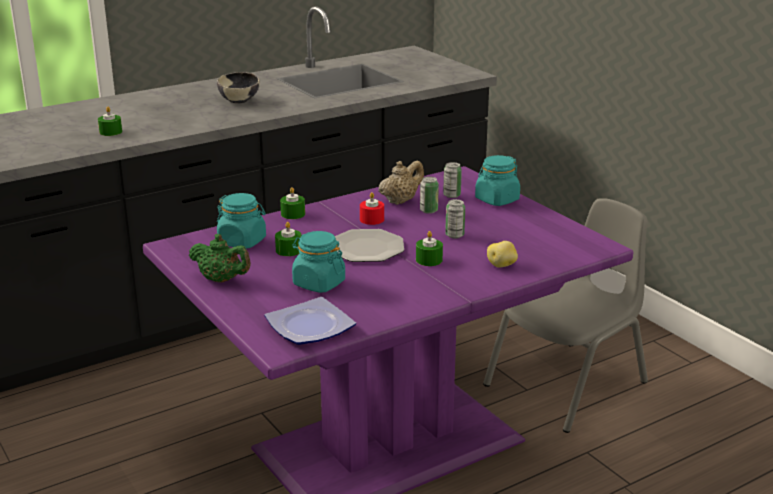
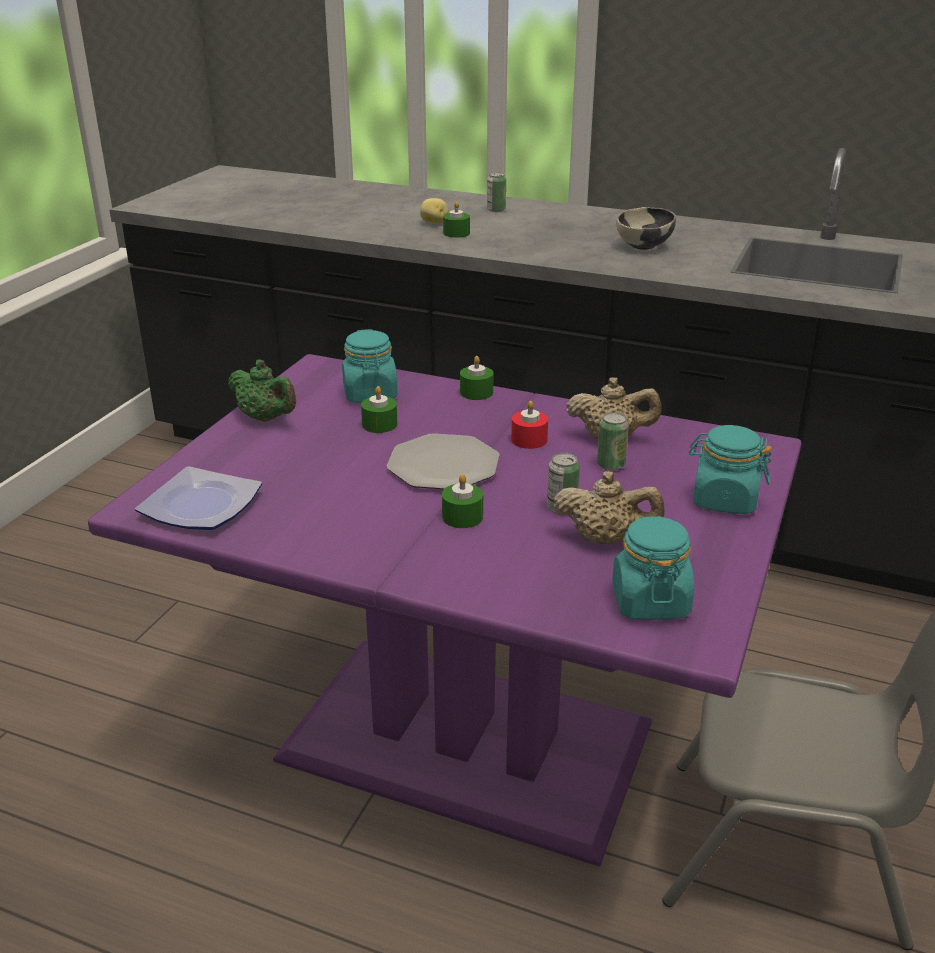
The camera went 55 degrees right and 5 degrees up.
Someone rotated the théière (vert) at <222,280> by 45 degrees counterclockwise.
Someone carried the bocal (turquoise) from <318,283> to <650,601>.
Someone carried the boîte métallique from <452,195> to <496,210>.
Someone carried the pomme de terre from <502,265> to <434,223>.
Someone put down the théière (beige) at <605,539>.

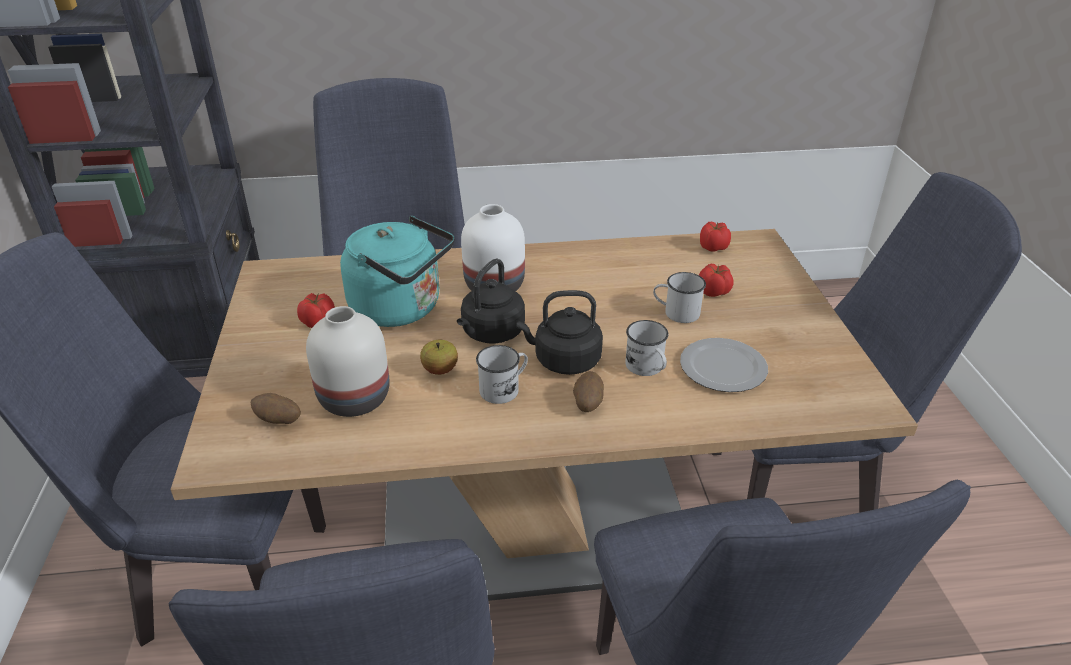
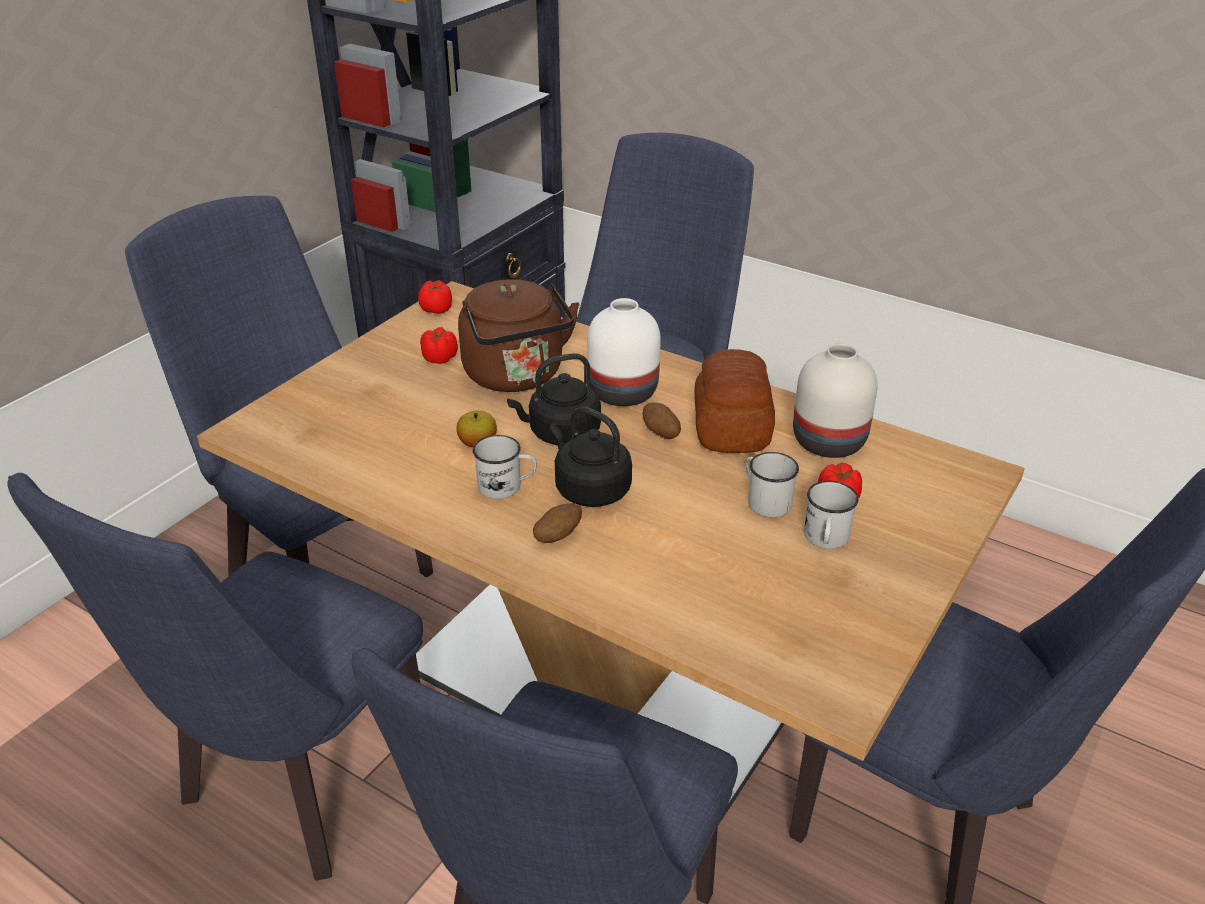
The camera went 40 degrees right and 0 degrees up.
Someone carried the pomme de terre from <278,421> to <660,433>.
Someone carried the vase (blanc) from <356,397> to <830,441>.
Someone repainted the bouilloire (turquoise) at <401,309>, which became the bouilloire (marron) at <517,376>.
Someone carried the mug (blanc) from <647,368> to <825,539>.
Someone took away the assiette at <723,369>.
Someone carried the tomate from <713,247> to <437,309>.
Someone put down the pain at <732,427>.

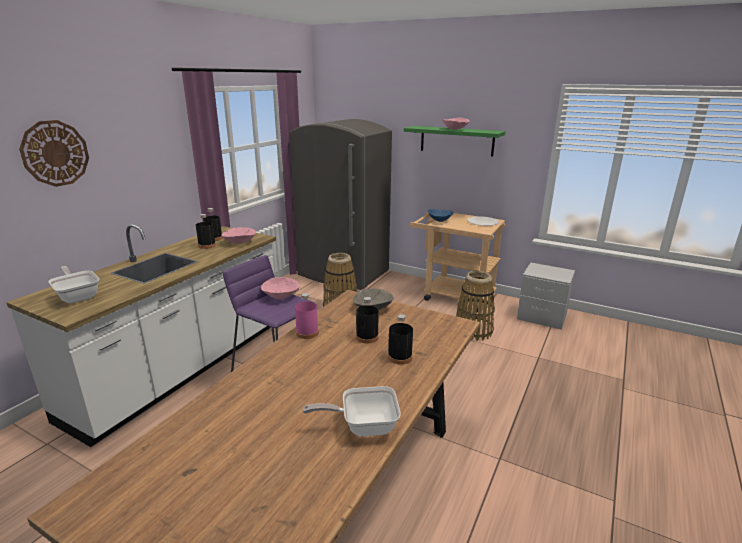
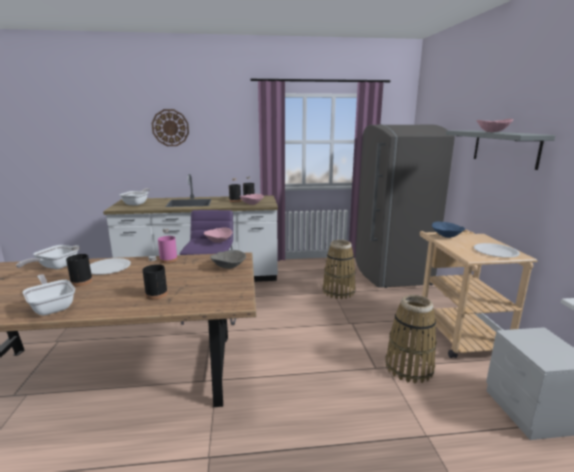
The camera went 55 degrees right and 5 degrees down.
Someone carried the bouteille (noir) from <367,337> to <81,282>.
Someone repainted the étagère (vert) at <456,141>, which became the étagère (gris) at <505,148>.
Someone put down the poêle at <55,267>.
Someone put down the assiette (blanc) at <108,268>.

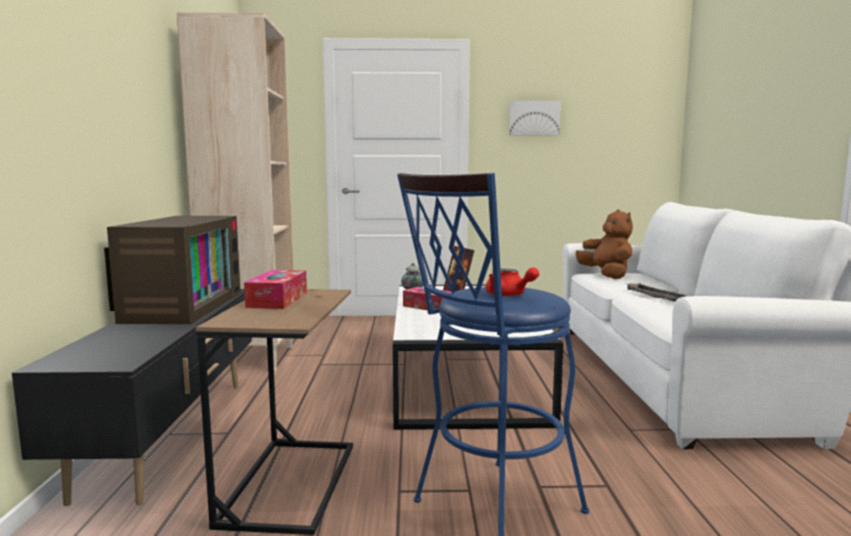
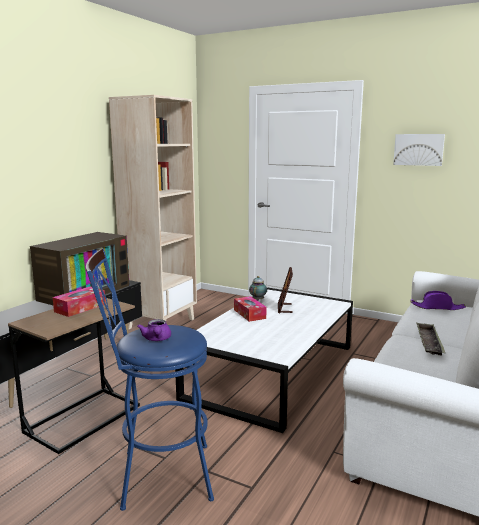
The camera went 30 degrees right and 5 degrees up.
Someone repainted the théière (rouge) at <509,295>, which became the théière (violet) at <157,339>.
Someone swapped the peluche (marron) at <606,275> for the chapeau (violet) at <437,307>.

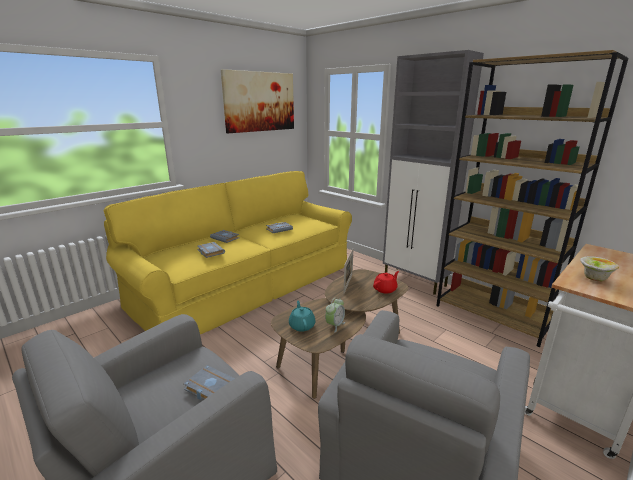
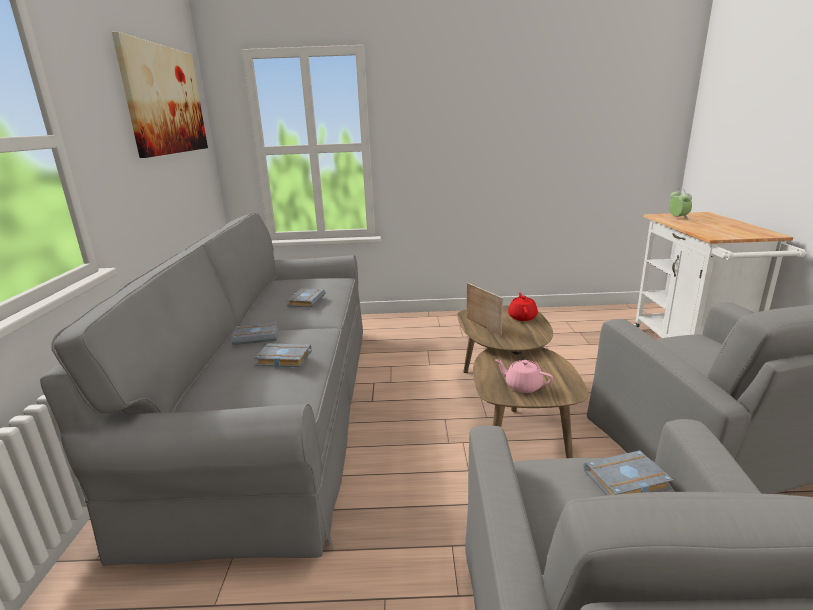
The camera went 45 degrees left and 0 degrees up.
Someone repainted the canapé (jaune) at <247,285>, which became the canapé (gris) at <278,409>.
Someone repainted the théière (turquoise) at <302,325>, which became the théière (rose) at <522,386>.
Someone carried the réveil from <335,325> to <678,218>.
Someone took away the meuble de rangement (gris) at <415,281>.
Someone took away the bibliothèque (marron) at <494,314>.
Someone took away the bol at <593,278>.

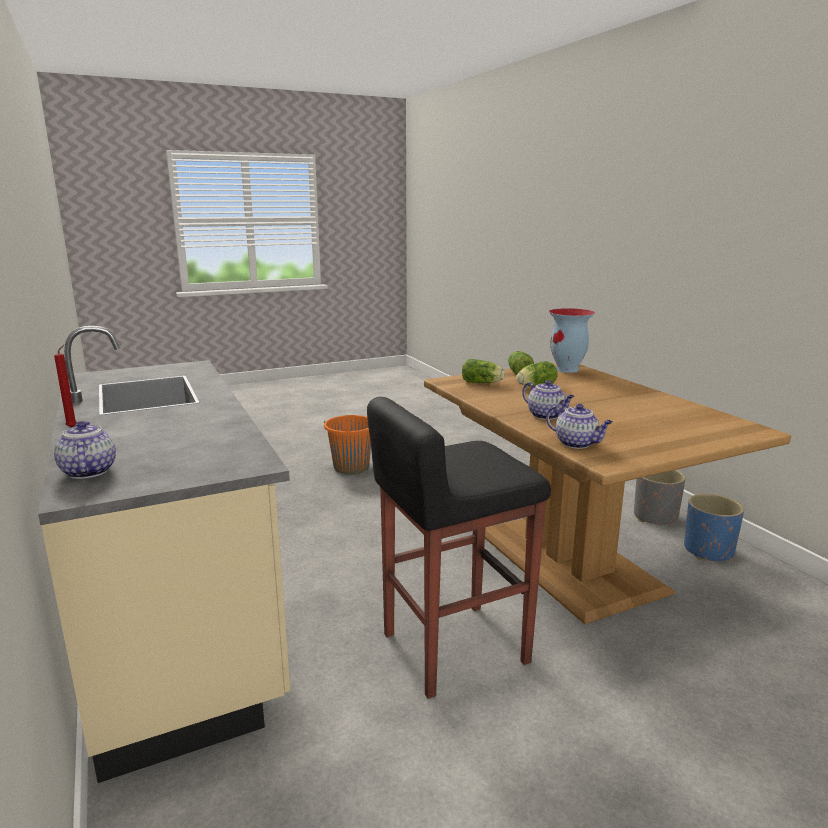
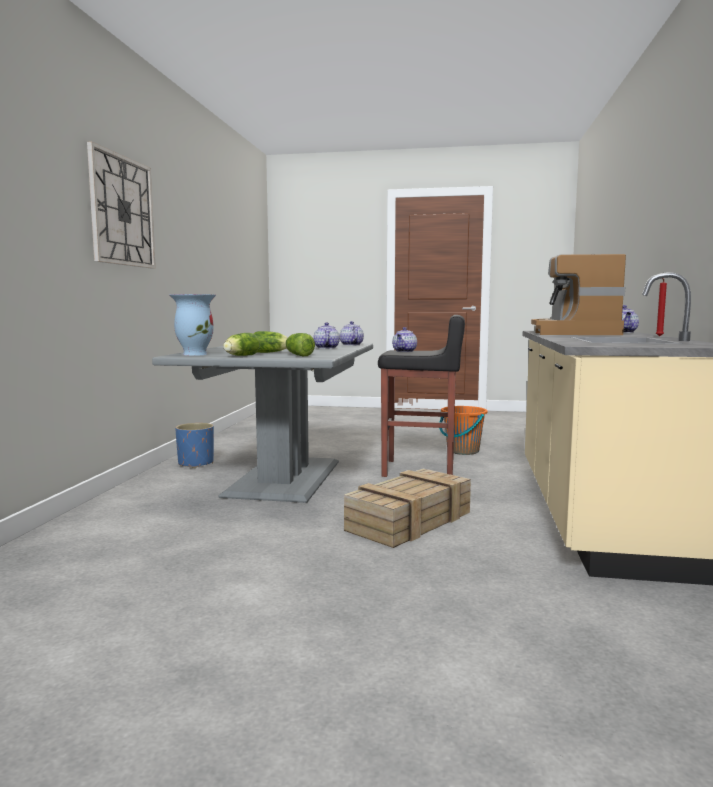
The camera went 145 degrees left and 10 degrees down.
Someone carried the seau (orange) from <351,467> to <462,451>.
Someone repainted the table à manger (marron) at <569,559>, which became the table à manger (gris) at <282,478>.
Someone took away the cache-pot (gris) at <655,517>.
Someone put up the horloge murale at <122,211>.
Someone put down the caisse at <410,520>.
Someone put down the théière at <404,351>.
Someone put down the machine à café at <572,333>.

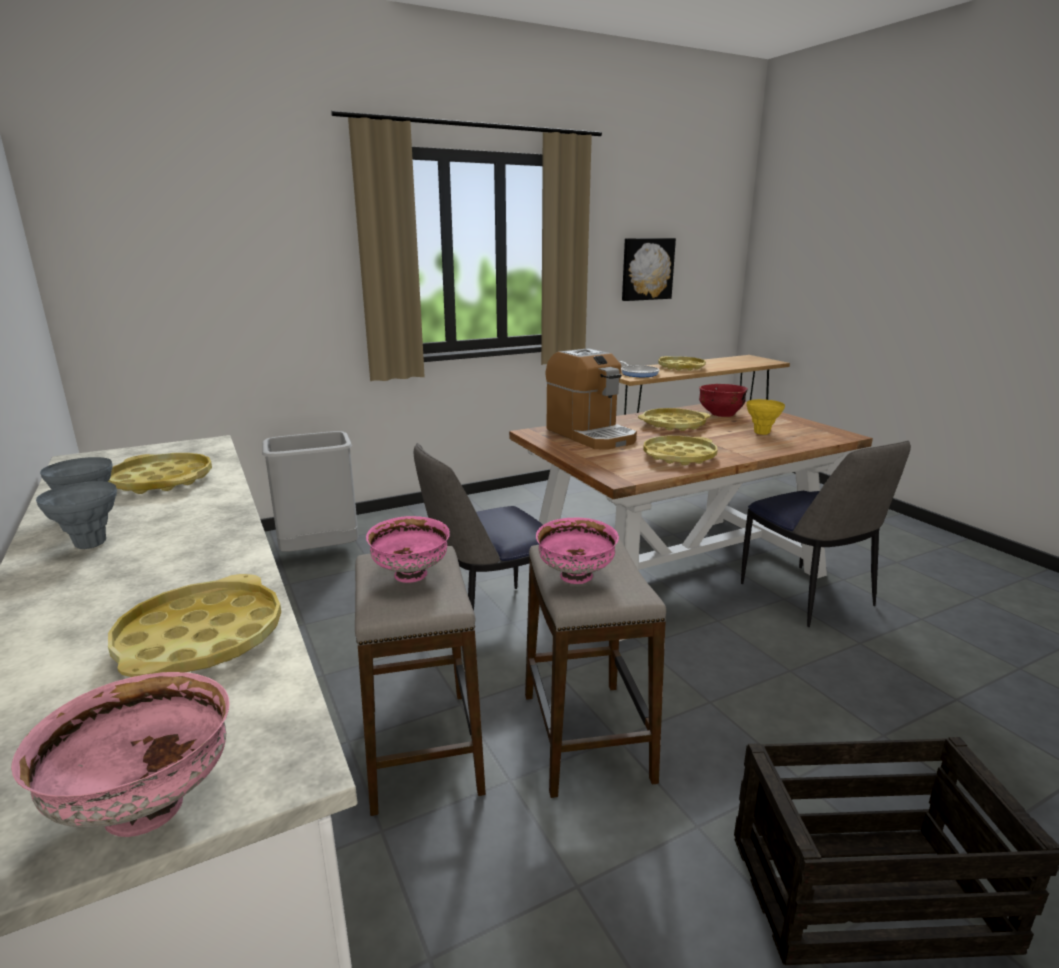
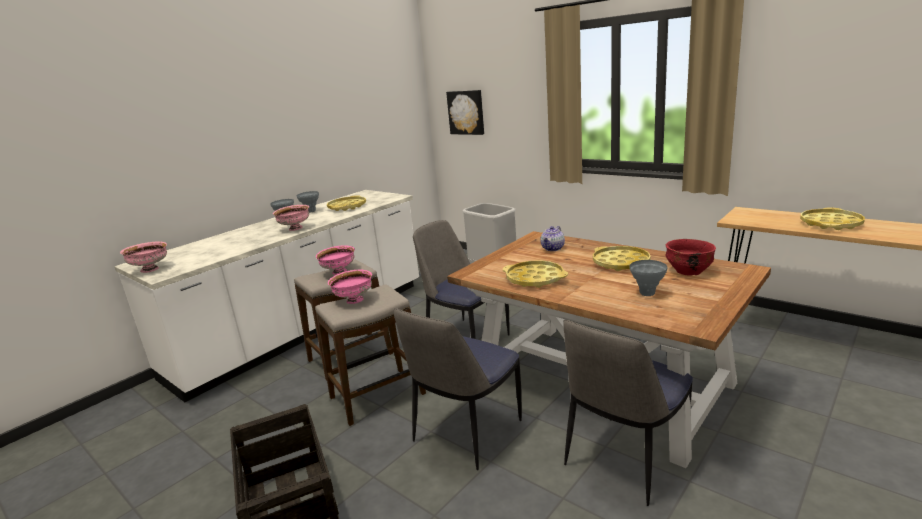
The camera went 70 degrees right and 0 degrees up.
Someone took away the plateau (jaune) at <201,638>.
Someone swapped the machine à café at <590,435> for the théière at <553,248>.
Someone took away the poêle at <638,373>.
Someone carried the tableau from <646,269> to <466,112>.
Someone repainted the vase (jaune) at <761,433>, which became the vase (gris) at <647,293>.
Someone put down the bol (rose) at <295,229>.
Someone put down the chaise at <466,433>.

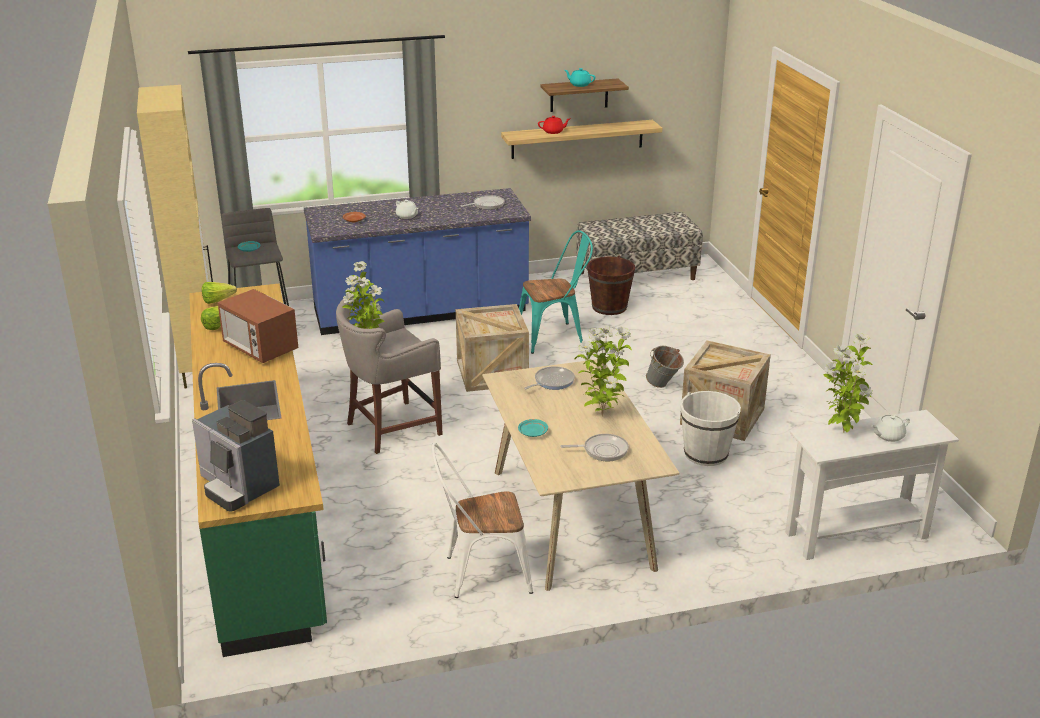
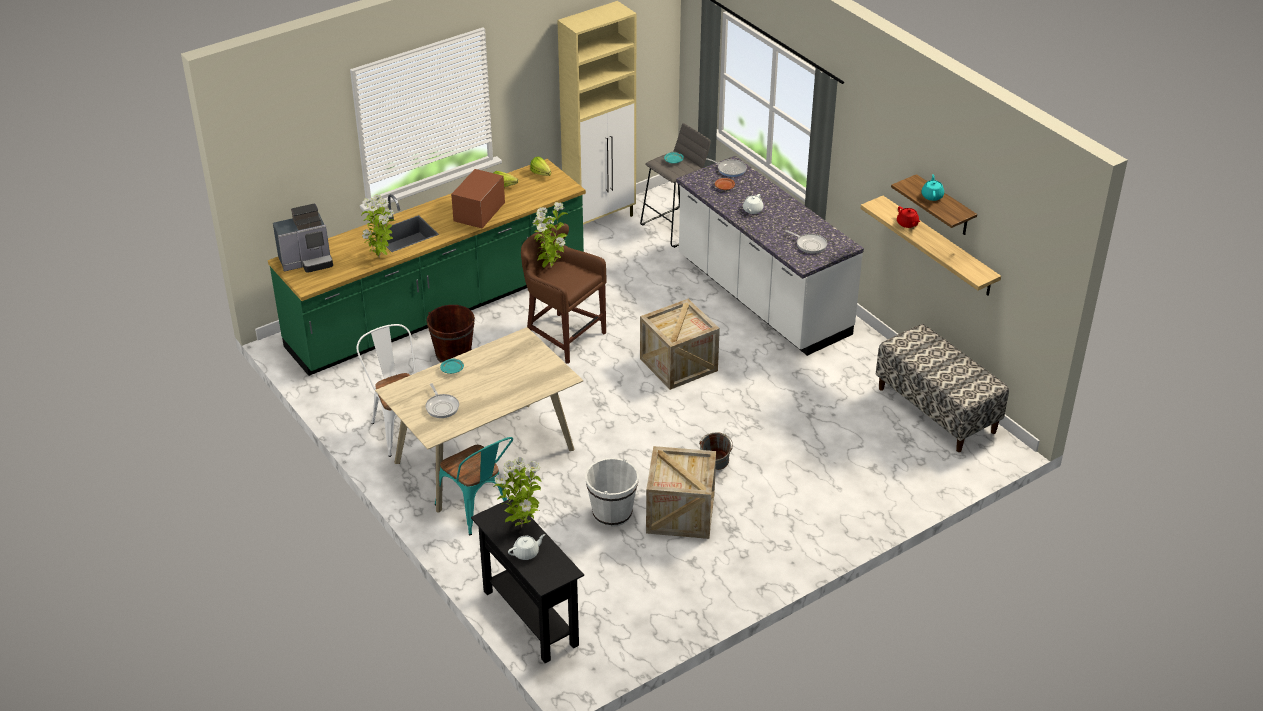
The camera went 70 degrees right and 10 degrees up.
Someone rotated the machine à café at <238,486> by 135 degrees counterclockwise.
Someone repainted the comptoir de cuisine (bleu) at <420,312>, which became the comptoir de cuisine (blanc) at <762,297>.
Someone repainted the tabouret (gris) at <390,429>, which became the tabouret (marron) at <562,336>.
Someone carried the chaise (turquoise) from <555,336> to <478,511>.
Someone carried the poêle from <552,381> to <730,169>.
Someone carried the plante en pot from <602,415> to <380,258>.
Someone carried the seau (marron) from <609,307> to <453,355>.
Someone repainted the table console (blanc) at <856,535>, which became the table console (noir) at <530,618>.
Someone rotated the théière (blanc) at <888,436> by 105 degrees clockwise.

